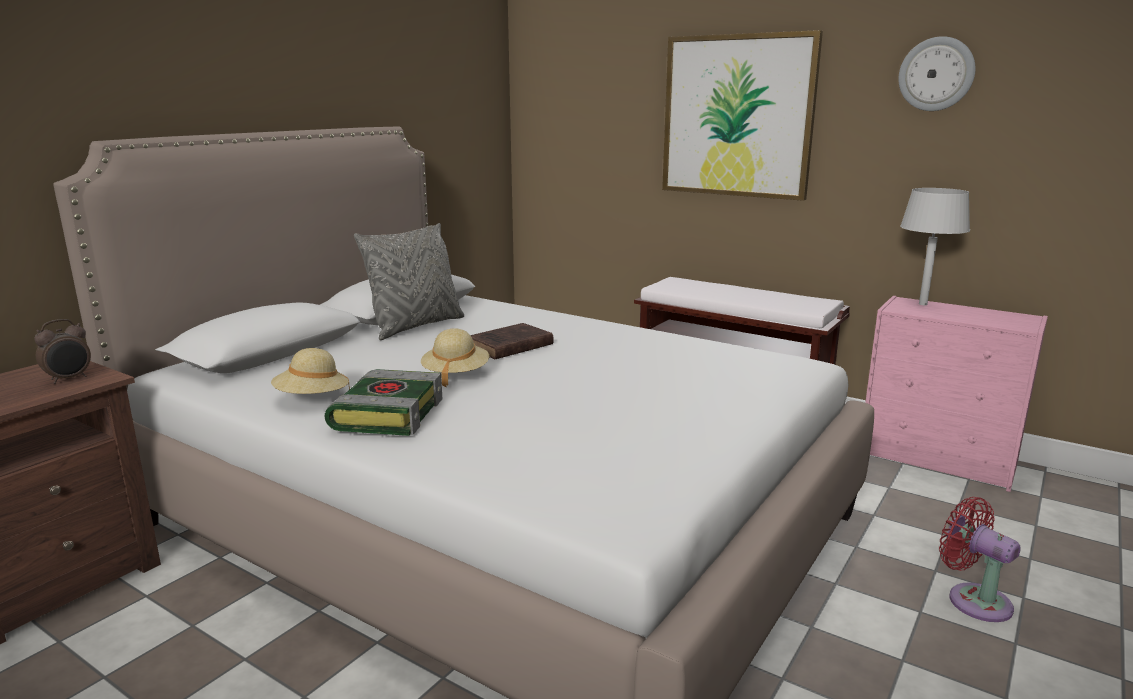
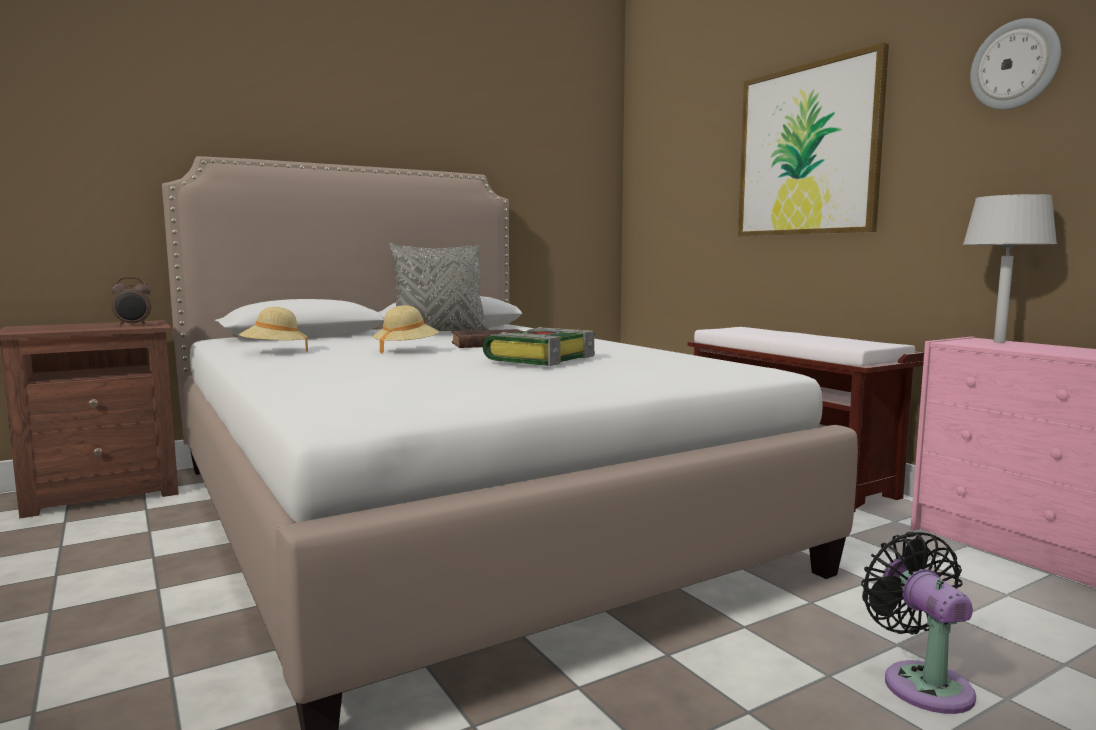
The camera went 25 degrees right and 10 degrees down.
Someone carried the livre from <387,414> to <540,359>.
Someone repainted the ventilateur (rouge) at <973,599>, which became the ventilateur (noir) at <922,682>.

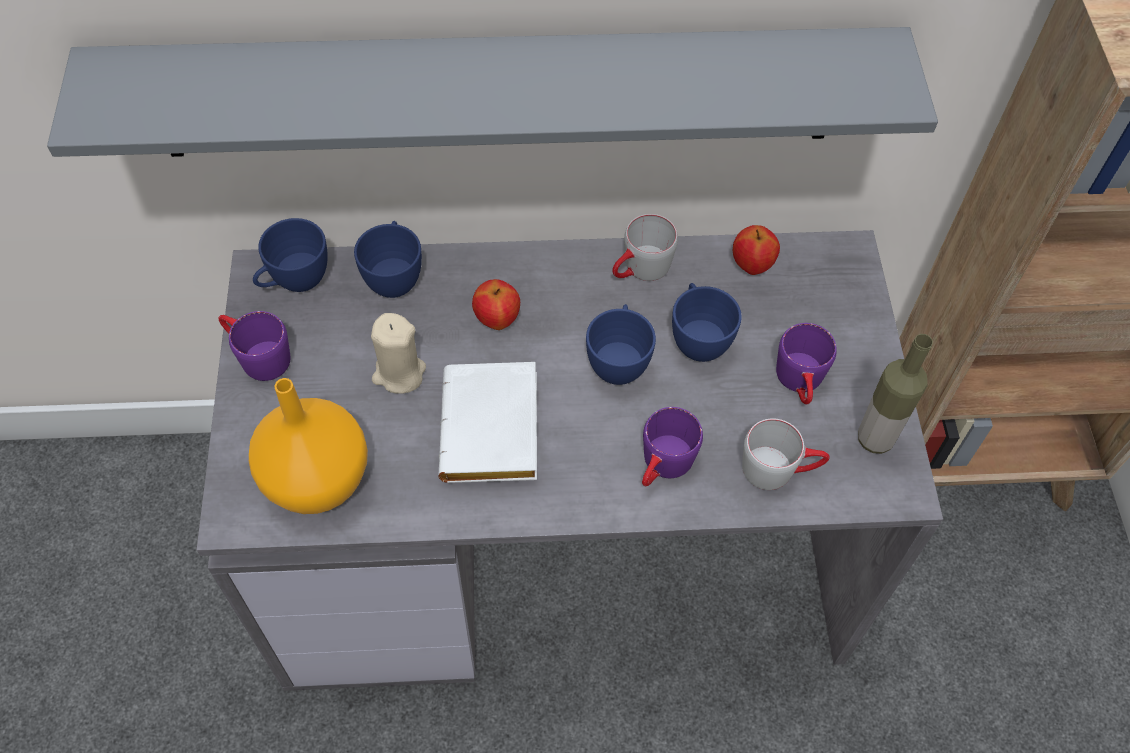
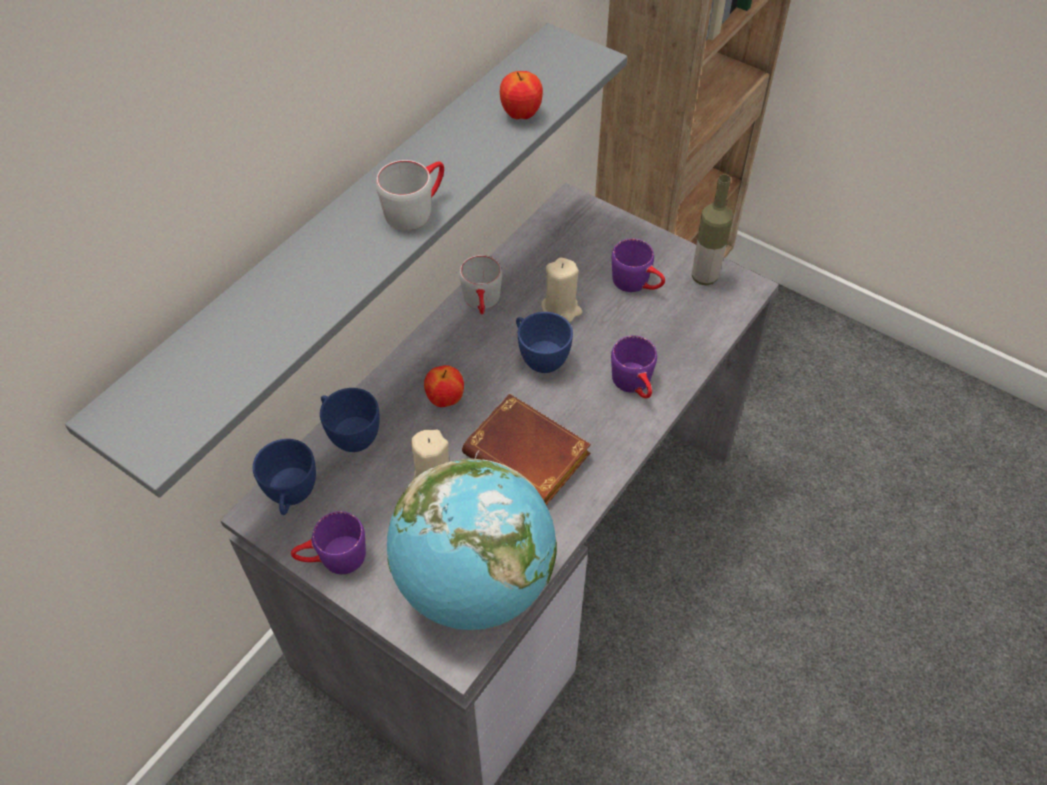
The camera went 50 degrees left and 5 degrees down.
Someone swapped the vase (orange) at <315,482> for the globe at <475,583>.
Someone repainted the livre (blanc) at <494,432>, which became the livre (marron) at <531,455>.
Someone swapped the tasse (bleu) at <698,339> for the bougie (beige) at <561,309>.
Someone carried the pomme from <751,266> to <521,114>.
Someone carried the mug (gris) from <779,469> to <416,208>.

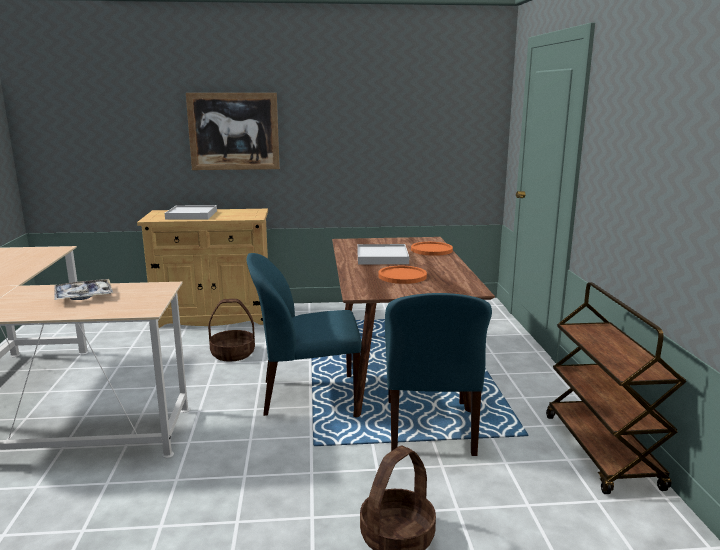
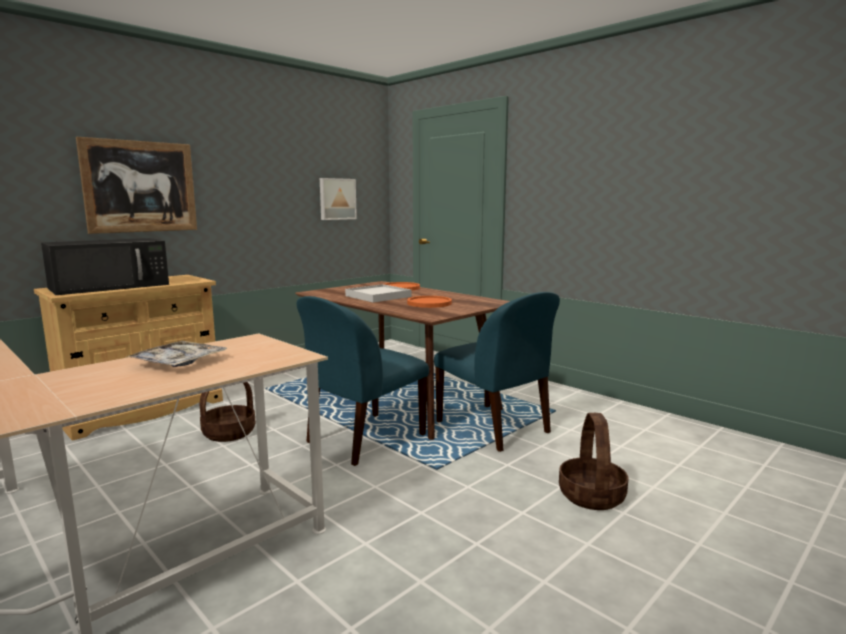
The camera went 40 degrees left and 5 degrees down.
Someone swapped the plateau (blanc) at <192,215> for the micro-ondes (noir) at <111,286>.
Someone took away the chariot (marron) at <602,451>.
Someone put up the tableau at <337,199>.

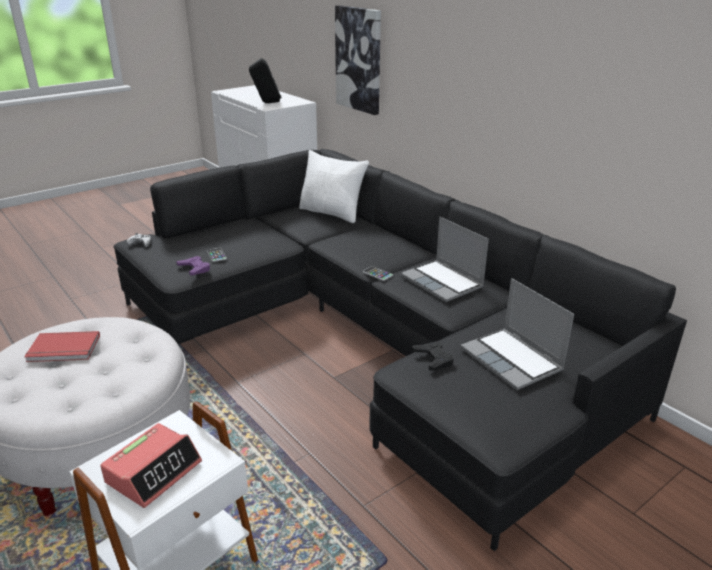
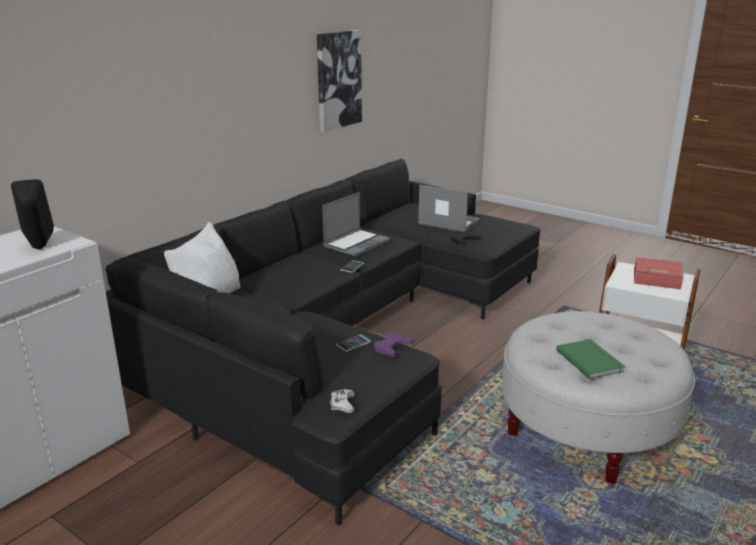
The camera went 105 degrees left and 5 degrees down.
Someone repainted the livre (rouge) at <63,350>, which became the livre (vert) at <591,360>.
Someone carried the tableau from <359,59> to <338,80>.
Someone rotated the ordinateur portable at <512,360> by 105 degrees counterclockwise.

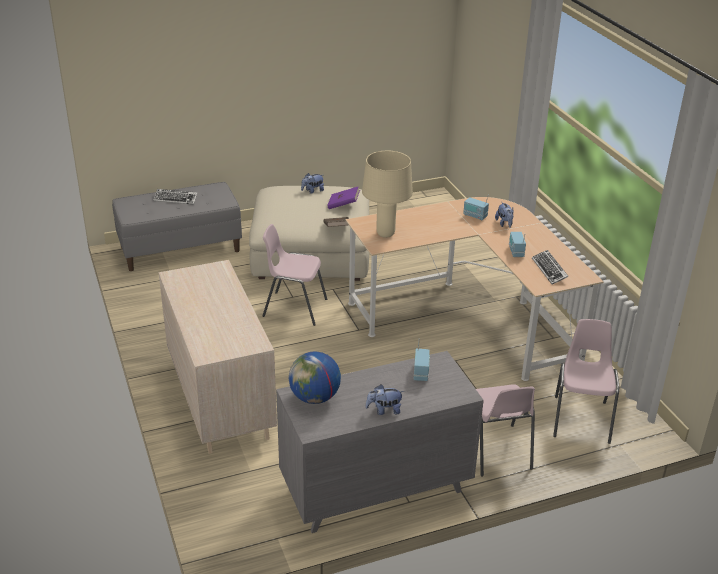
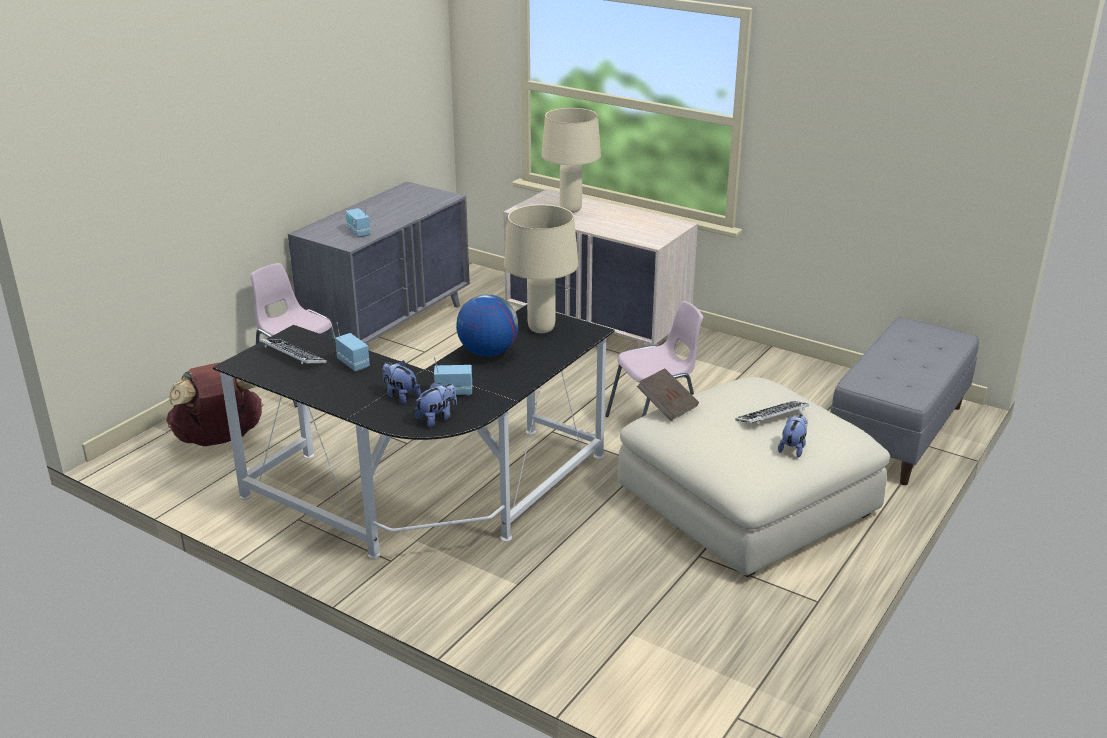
The camera went 145 degrees right and 5 degrees down.
Someone carried the clavier from <175,199> to <772,417>.
Someone carried the globe from <315,397> to <488,352>.
Someone took away the livre (violet) at <343,205>.
Someone repainted the bureau (beige) at <469,318>, which became the bureau (noir) at <432,499>.
Someone carried the peluche from <384,410> to <437,418>.
Someone swapped the chaise (rose) at <581,419> for the sac à dos (marron) at <220,439>.
Someone put down the lampe de table (beige) at <570,210>.

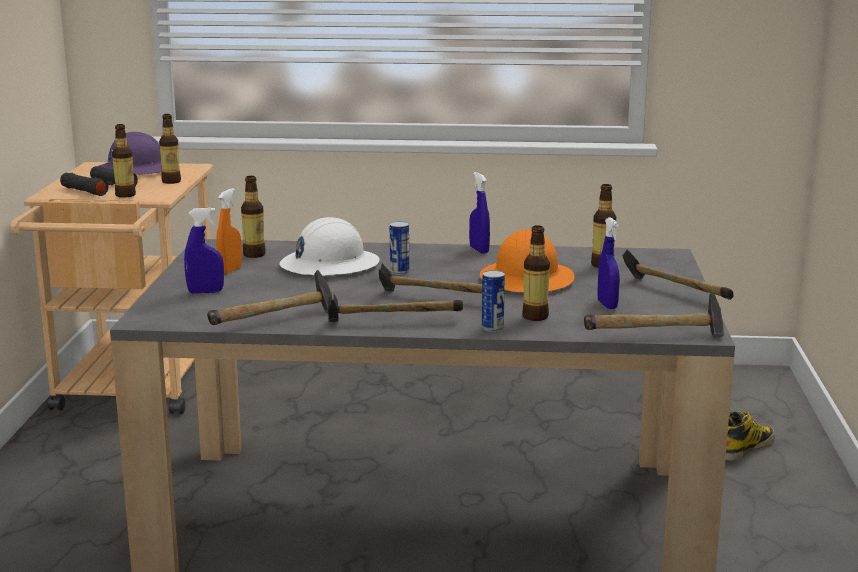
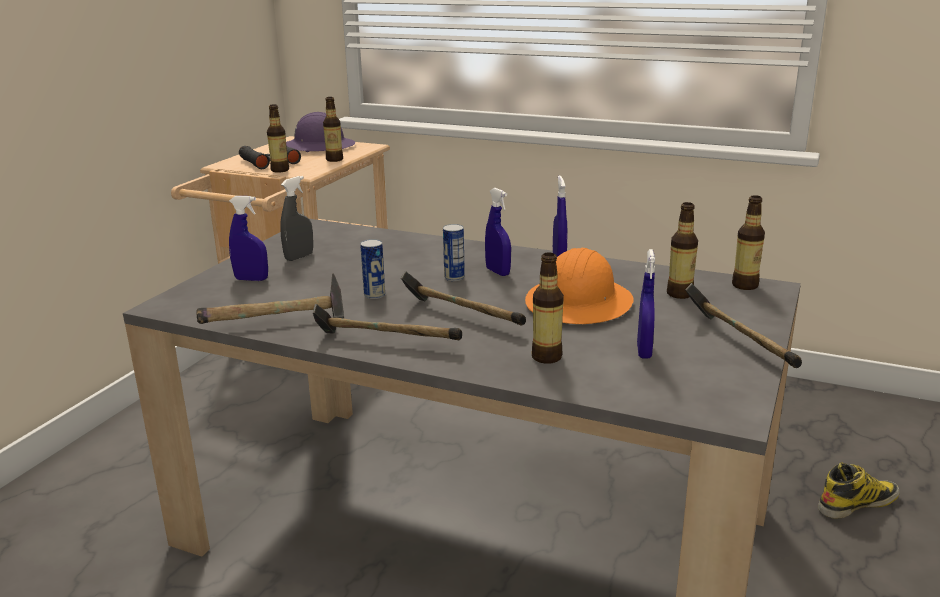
The camera went 20 degrees right and 5 degrees up.
Someone repainted the vaporisateur (orange) at <230,270>, which became the vaporisateur (gris) at <299,257>.
Someone carried the bouteille from <254,254> to <745,285>.
Someone took away the casque de chantier (blanc) at <329,265>.
Someone carried the boîte métallique from <492,328> to <374,295>.
Someone took away the marteau at <657,336>.
Someone put down the vaporisateur (bleu) at <498,272>.

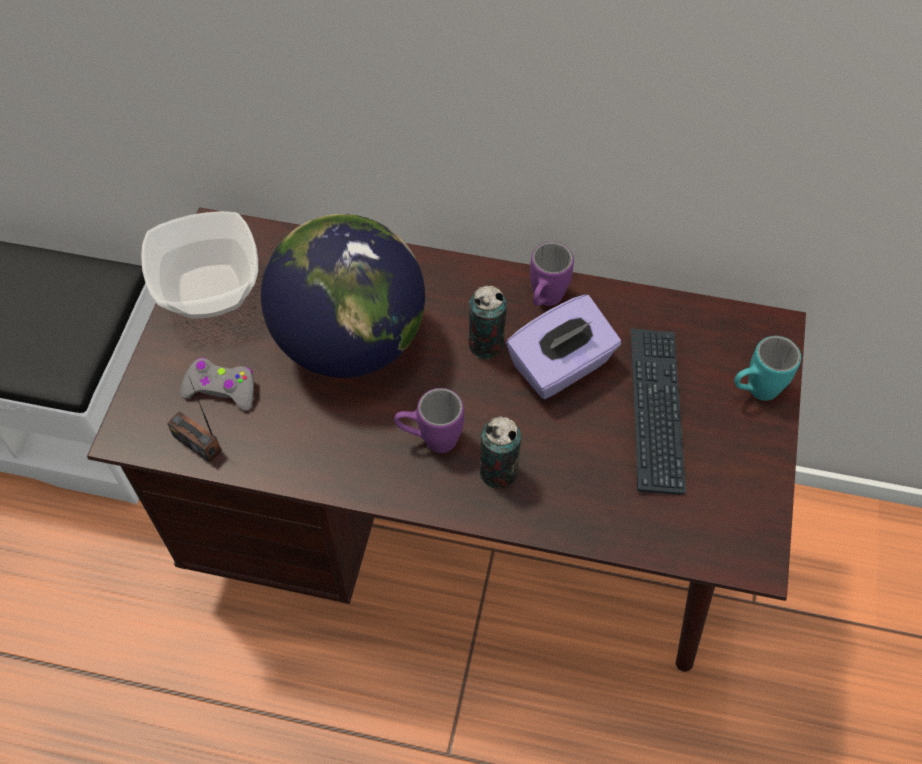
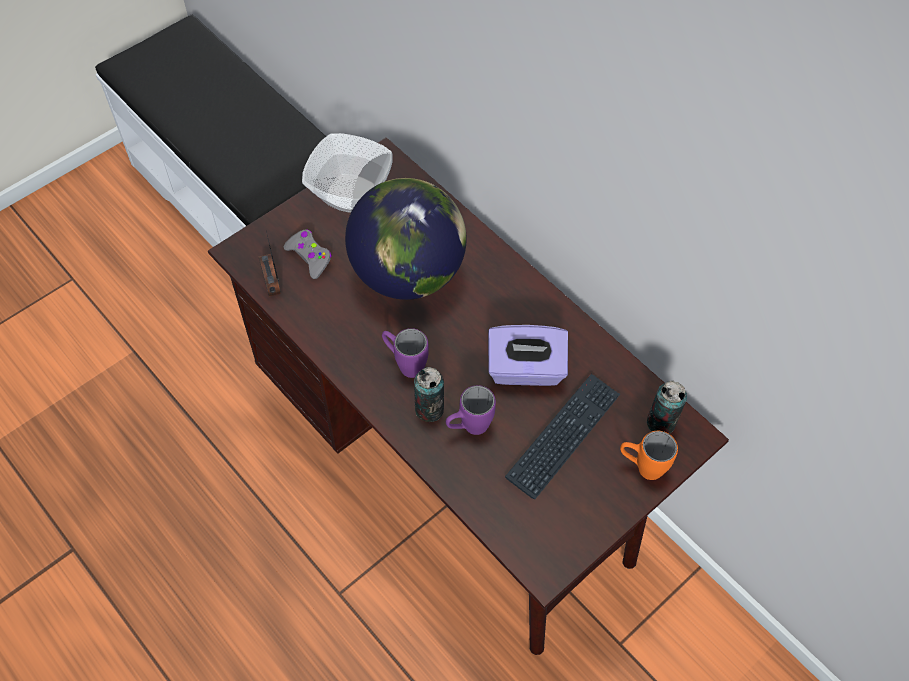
The camera went 35 degrees right and 0 degrees up.
Someone carried the boîte métallique from <486,344> to <660,423>.
Someone carried the mug (violet) from <544,302> to <468,428>.
Someone repainted the mug (turquoise) at <754,391>, which became the mug (orange) at <641,467>.

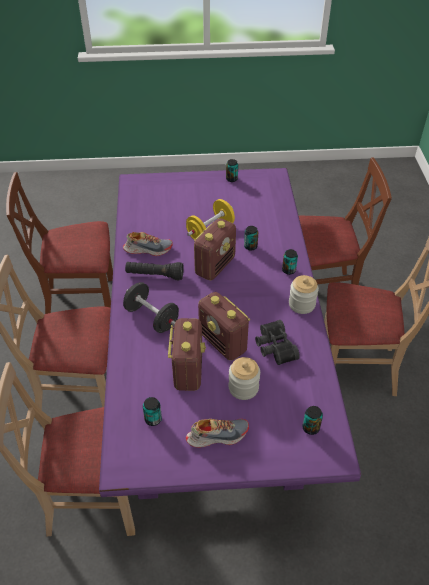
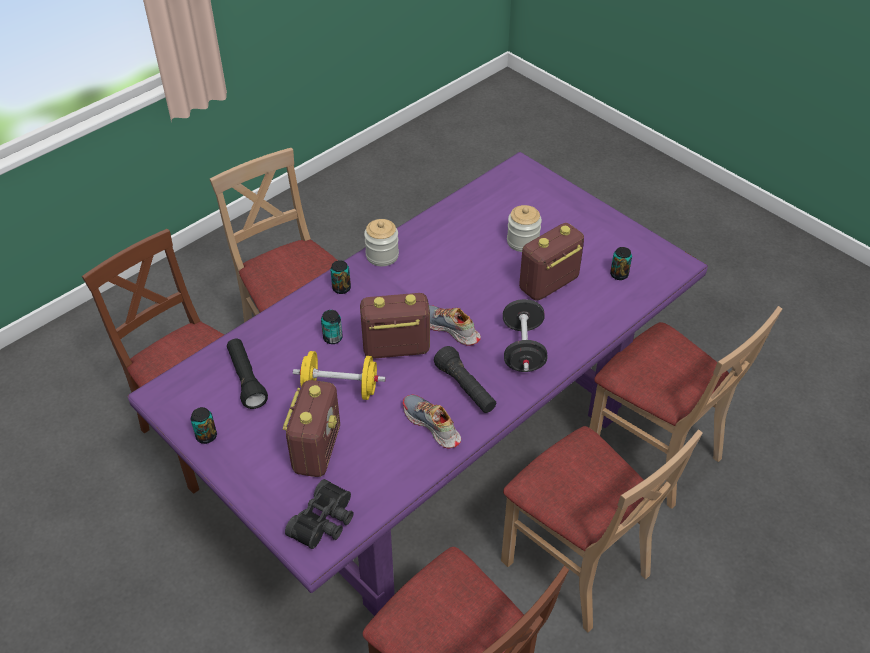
The camera went 130 degrees left and 0 degrees up.
Someone carried the chaussure from <217,435> to <449,329>.
Someone carried the radio from <223,343> to <316,449>.
Someone carried the jumelles (noir) from <274,347> to <325,522>.
Someone took away the boîte métallique at <310,428>.
Someone put down the lampe de poche (noir) at <246,380>.

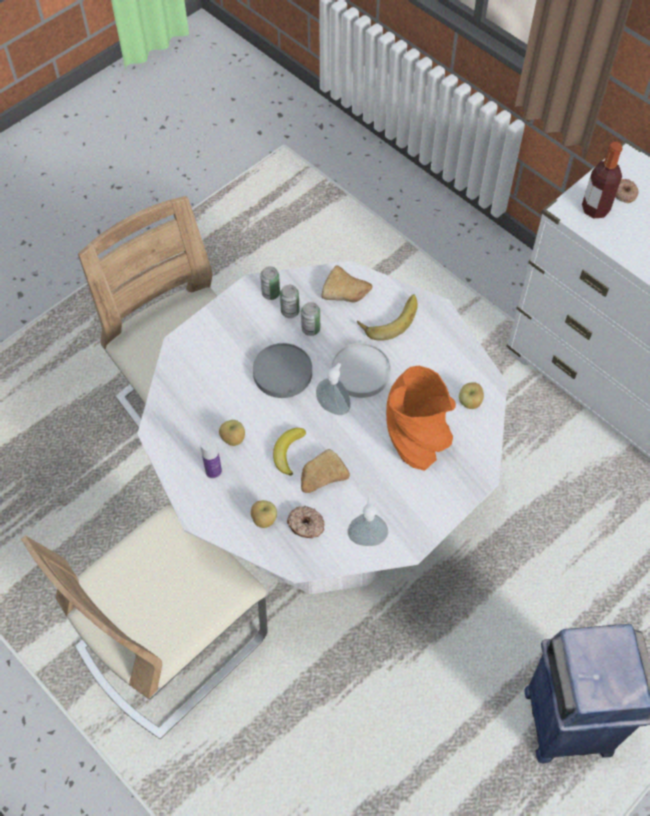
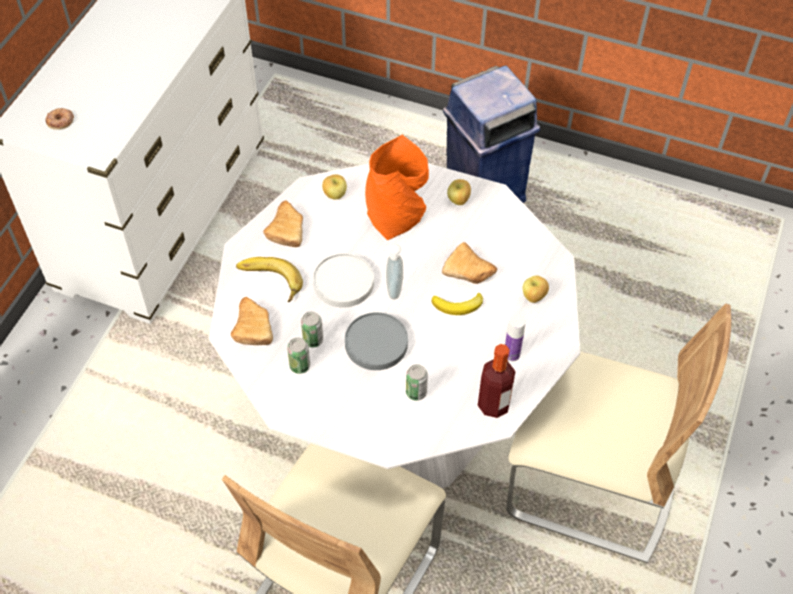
The camera went 115 degrees left and 5 degrees down.
Someone carried the pomme from <233,439> to <458,201>.
Someone carried the boîte métallique from <271,293> to <416,392>.
Someone took away the beignet at <306,525>.
Someone took away the distributeur de savon at <367,538>.
Someone carried the bouteille from <595,209> to <493,405>.
Someone put down the pain at <287,229>.

